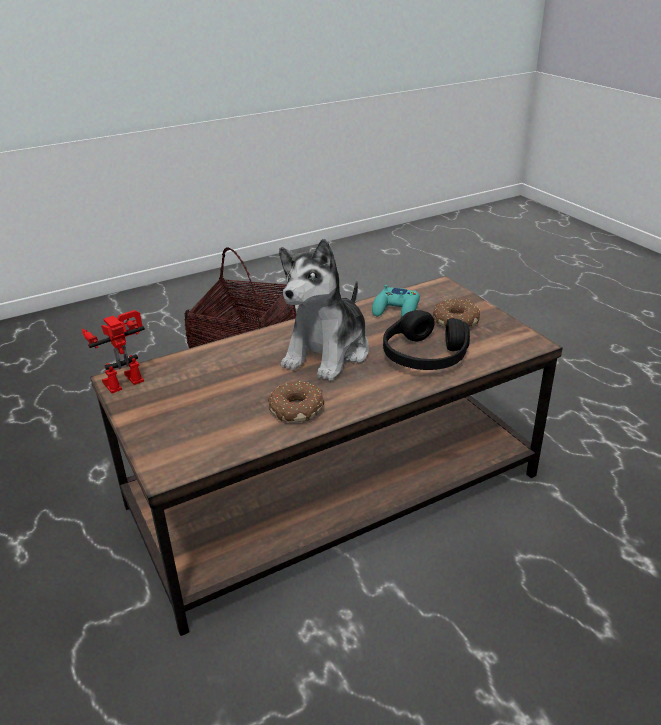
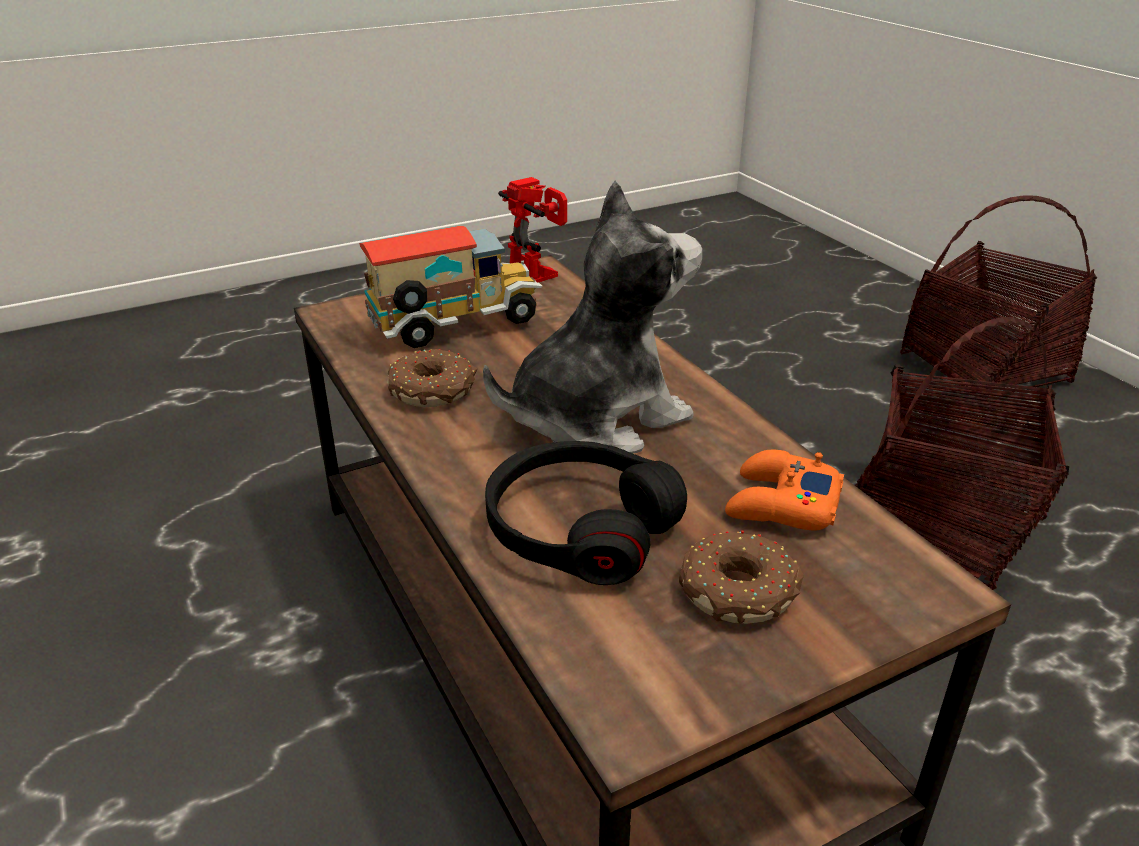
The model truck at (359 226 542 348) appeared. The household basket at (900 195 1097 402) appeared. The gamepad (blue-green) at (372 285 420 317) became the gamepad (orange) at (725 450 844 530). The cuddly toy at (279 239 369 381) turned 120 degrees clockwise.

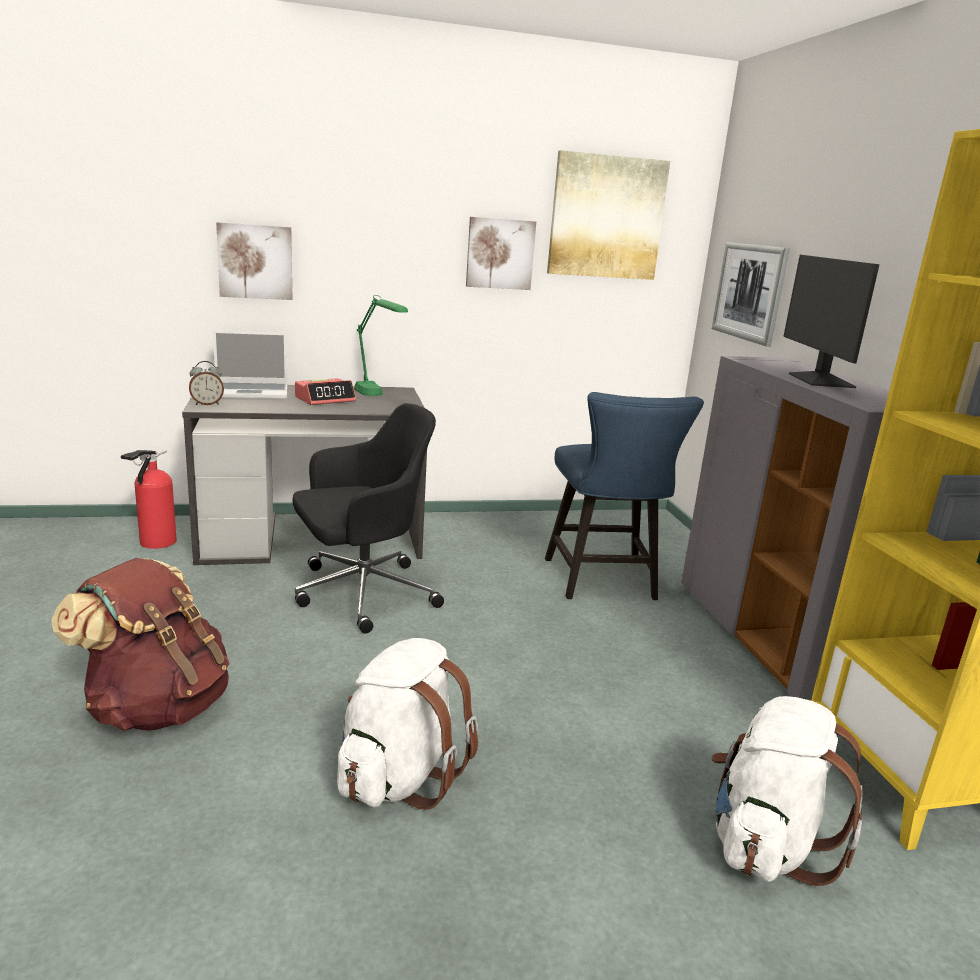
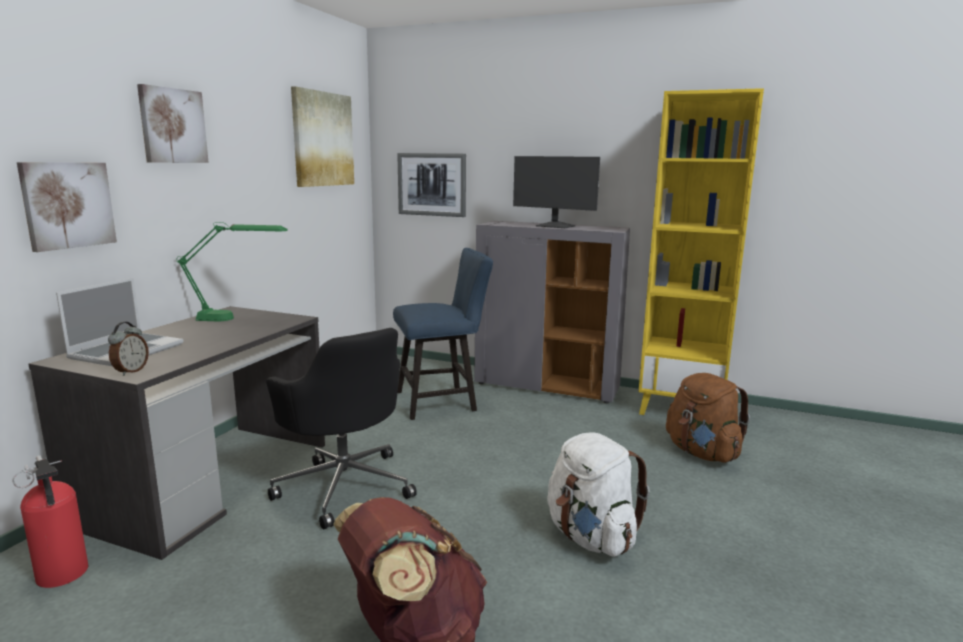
The bedside clock at (295 378 356 405) disappeared. The picture moved from (466 217 536 290) to (137 84 209 163). The knapsack (whitish) at (712 696 863 886) became the knapsack (brown) at (666 373 750 463). The office chair (black-coloured) at (292 403 444 633) turned 135 degrees clockwise. The plain chair (blue) at (545 392 704 600) turned 45 degrees counterclockwise.

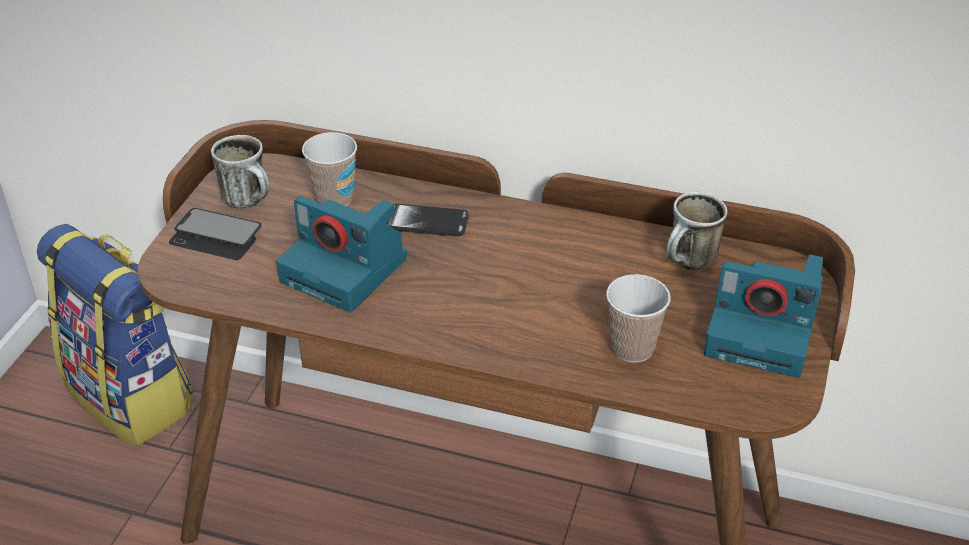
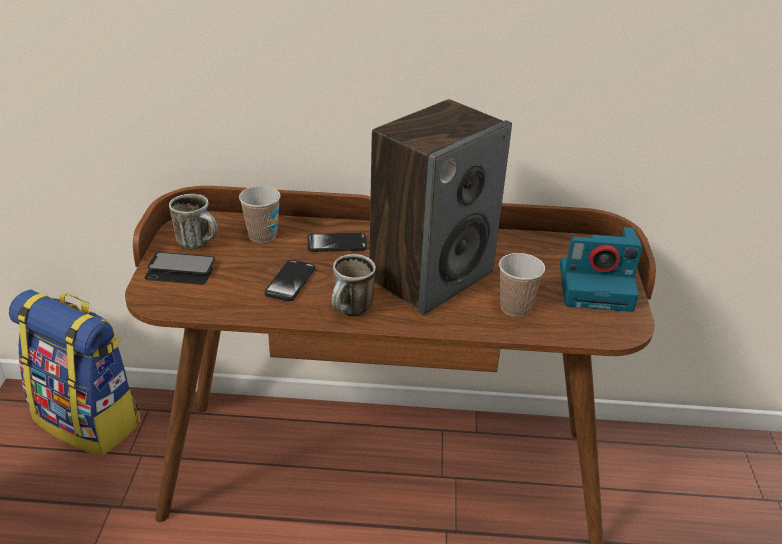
The speaker at (369 99 512 315) appeared. The mug moved from (667 192 727 270) to (332 254 376 316). The photo camera at (276 196 407 312) was replaced by the telephone at (265 260 315 301).

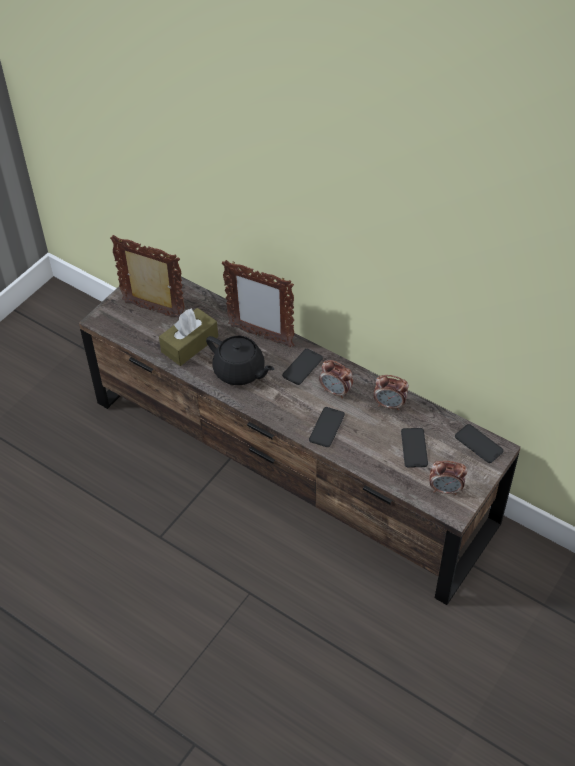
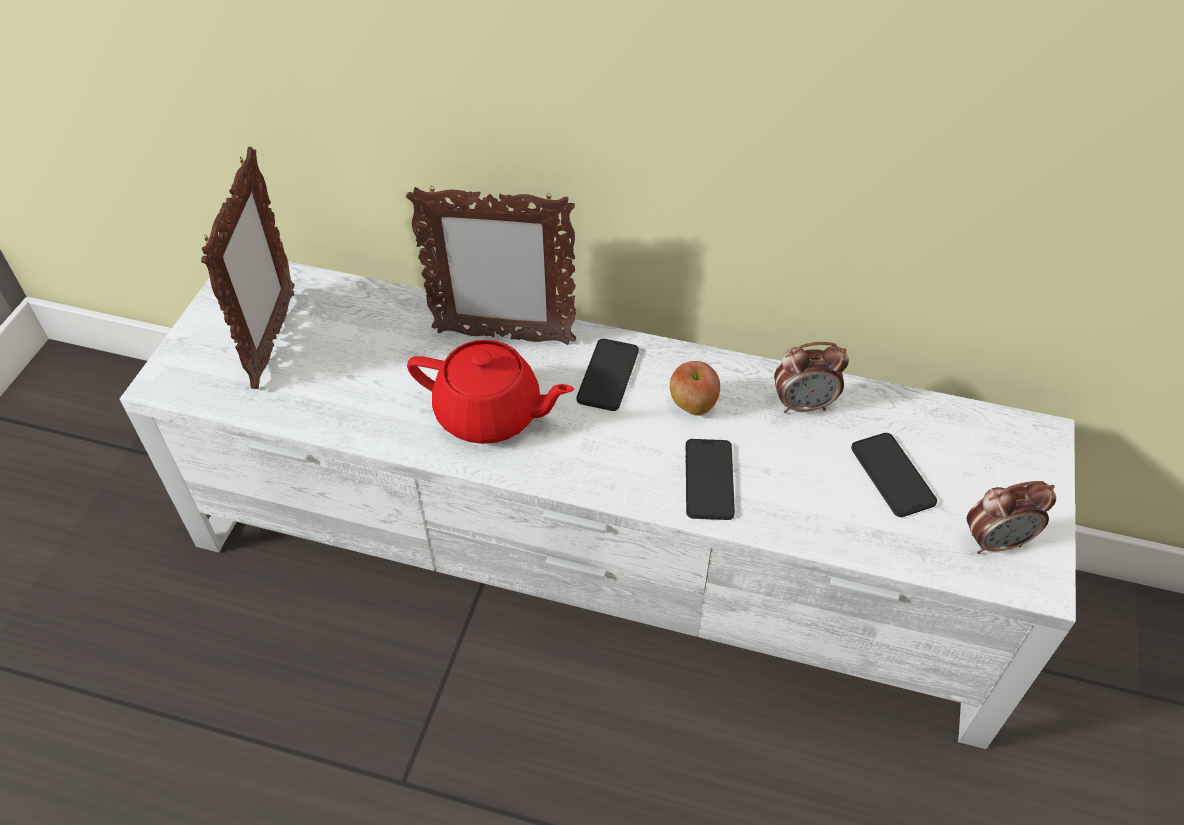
The box of tissues (brown) at (159 308 218 366) disappeared. The telephone at (455 424 504 463) disappeared. The bedside clock at (319 360 353 399) was replaced by the apple at (670 361 720 416). The tv unit (brown) at (79 275 521 605) became the tv unit (whitish) at (120 261 1076 749). The tea pot (black-coloured) at (206 336 274 385) became the tea pot (red) at (407 340 574 444). The standing frame at (110 235 185 318) turned 90 degrees clockwise.

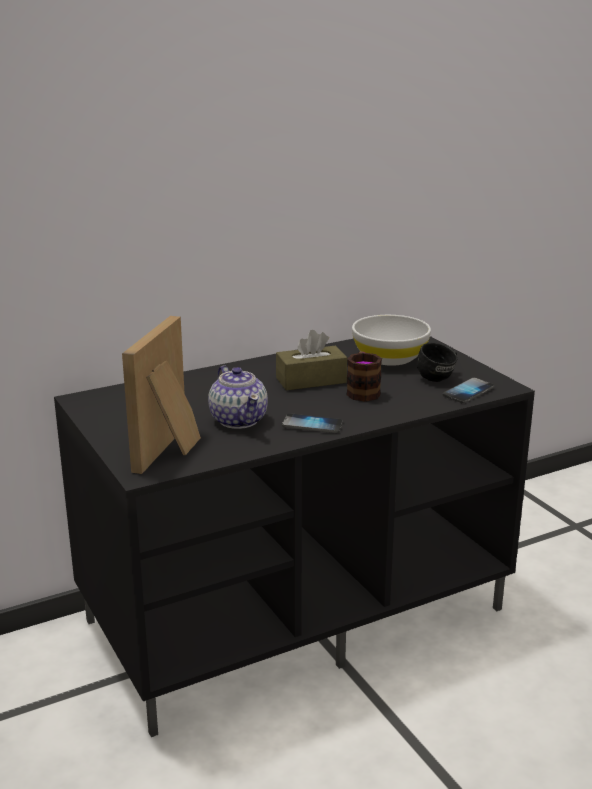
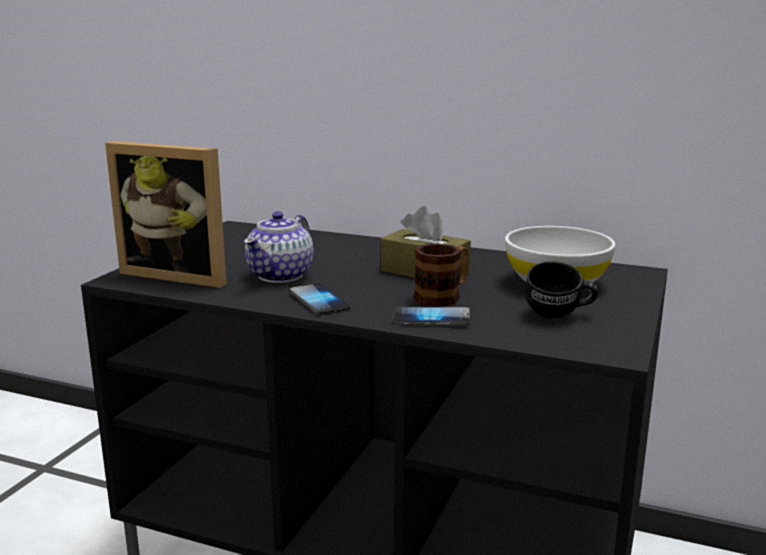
The telephone moved from (442 378 494 403) to (393 307 470 325). The standing frame at (122 316 201 474) turned 135 degrees counterclockwise.

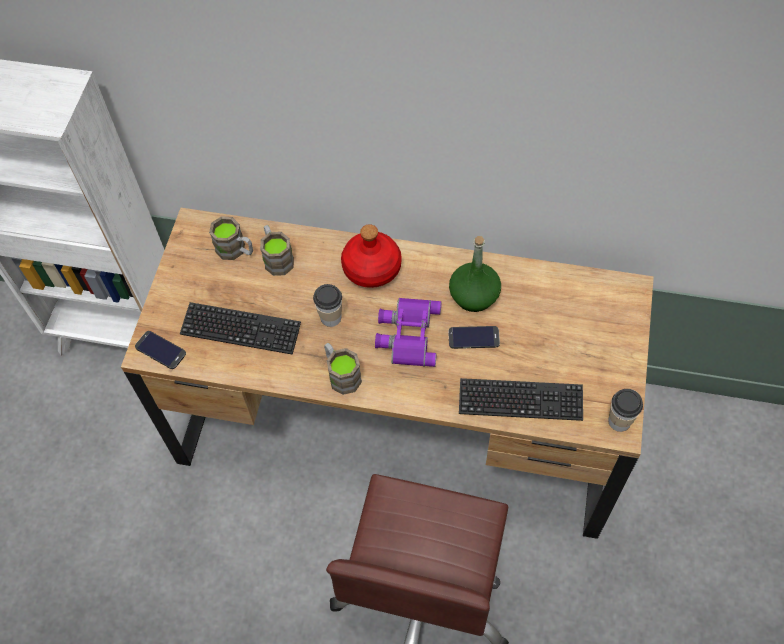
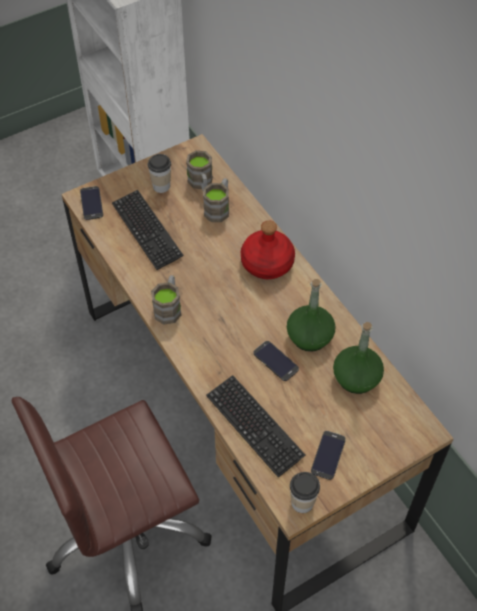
The binoculars (purple-coloured) at (375 298 441 367) disappeared. The telephone at (311 431 346 480) appeared. The bottle (green) at (333 322 384 394) appeared. The drinking cup moved from (313 284 342 327) to (148 154 171 193).

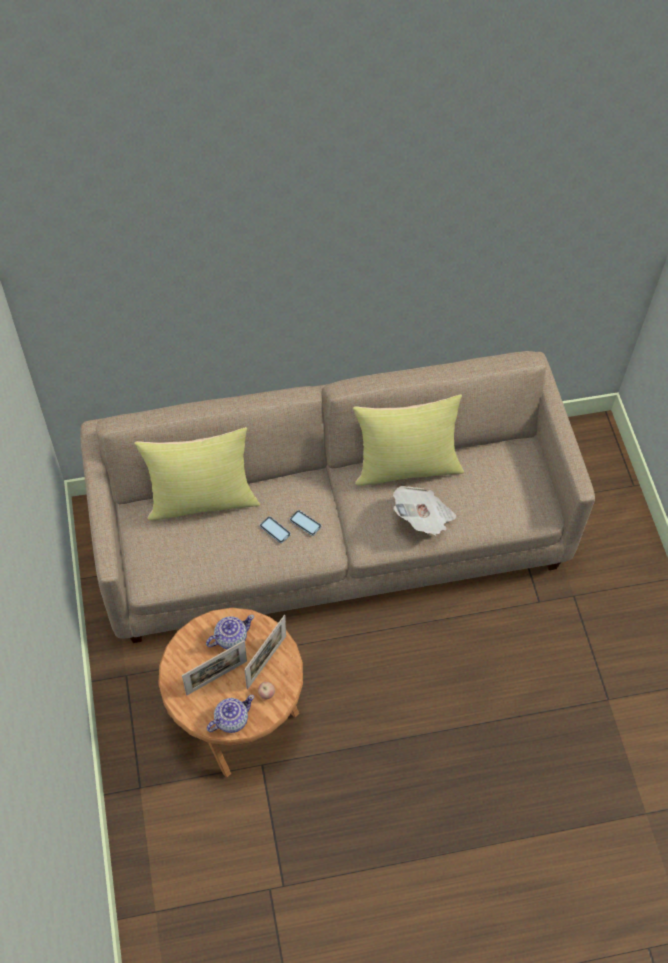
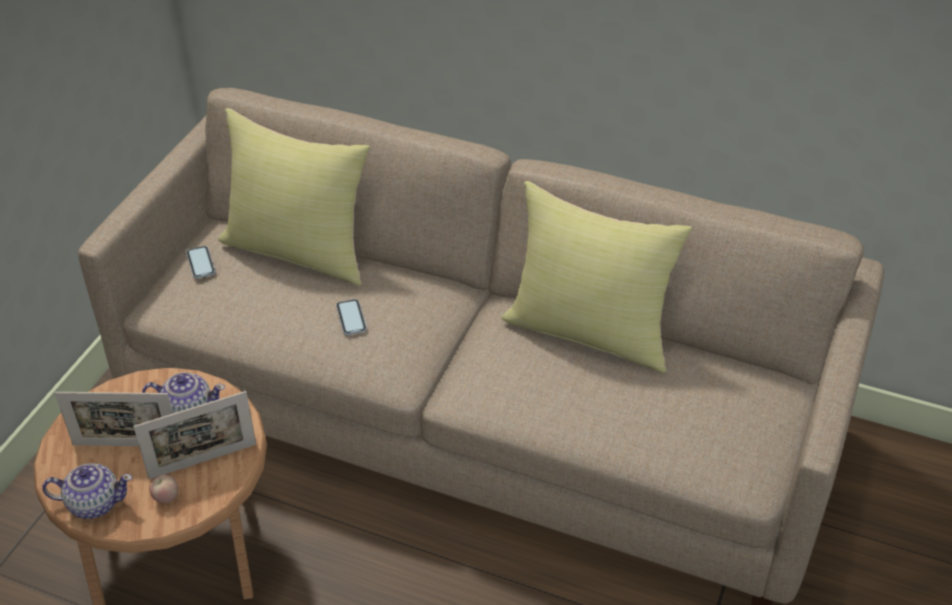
The newspaper at (393 486 456 535) disappeared. The telephone moved from (290 510 321 536) to (186 246 215 279).

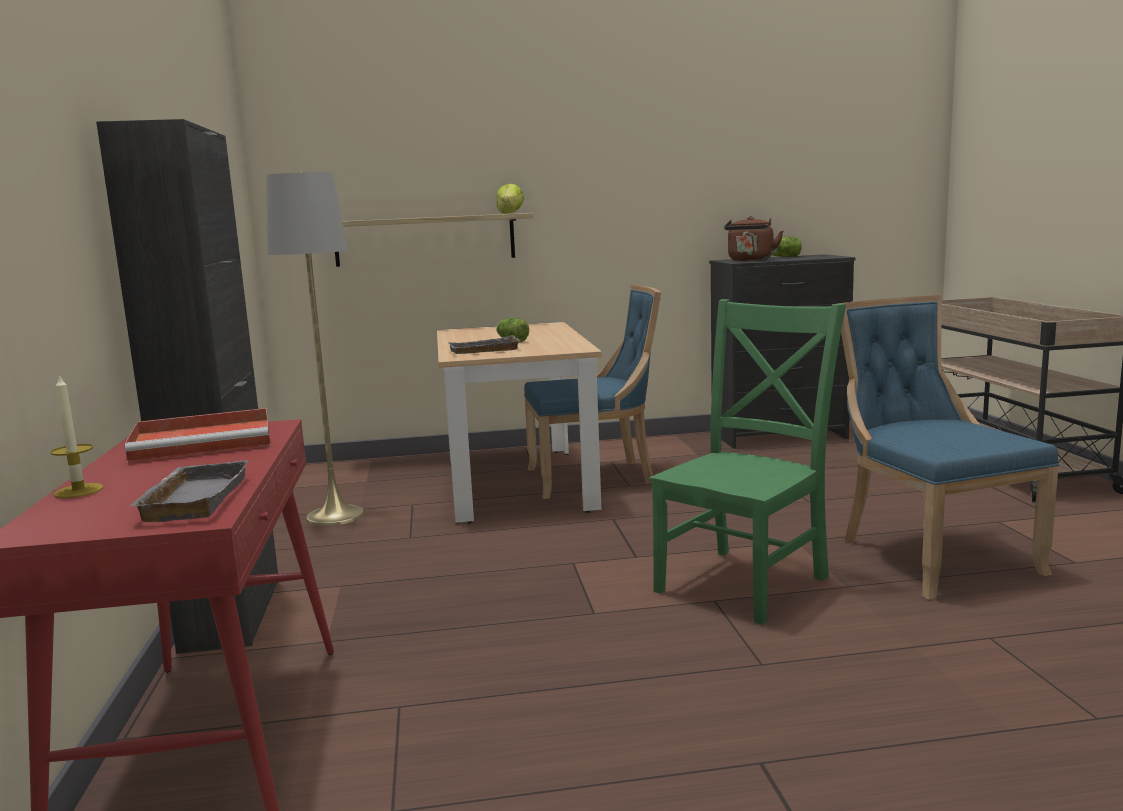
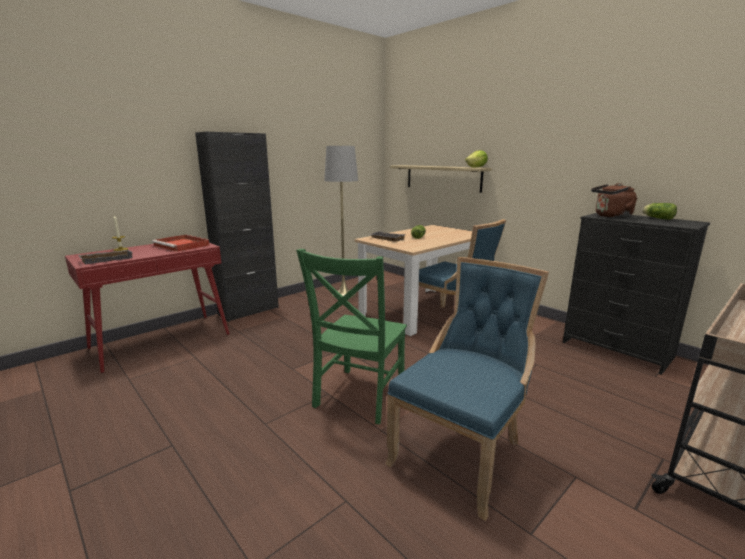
The plain chair (green) at (649 299 846 625) turned 105 degrees clockwise.

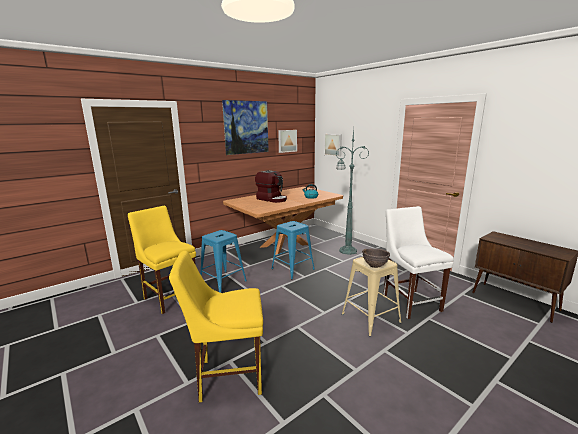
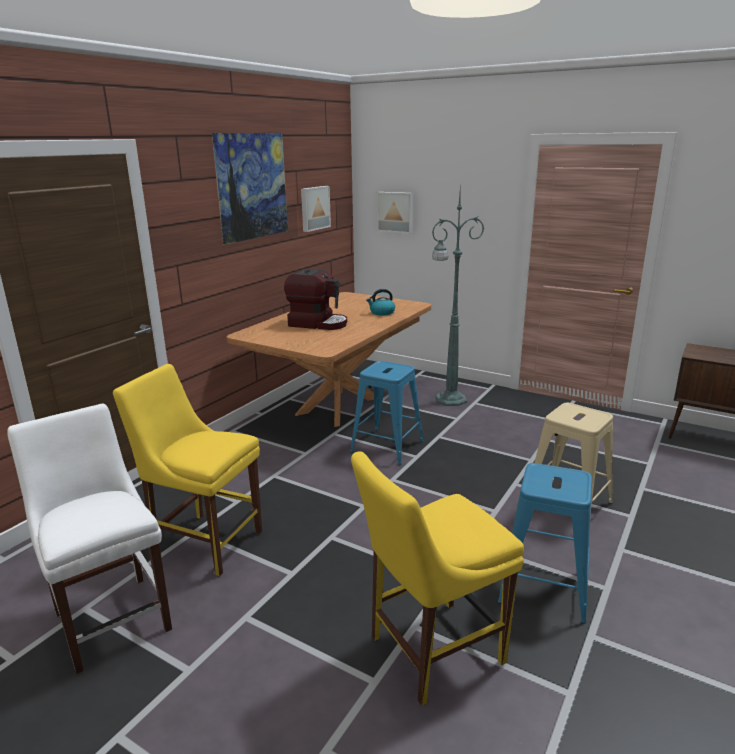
The deep dish (brown) at (362 248 390 268) disappeared. The sitting stool (blue) moved from (200 230 247 293) to (498 463 592 624). The plain chair (whitish) moved from (383 206 454 319) to (7 404 172 674).

